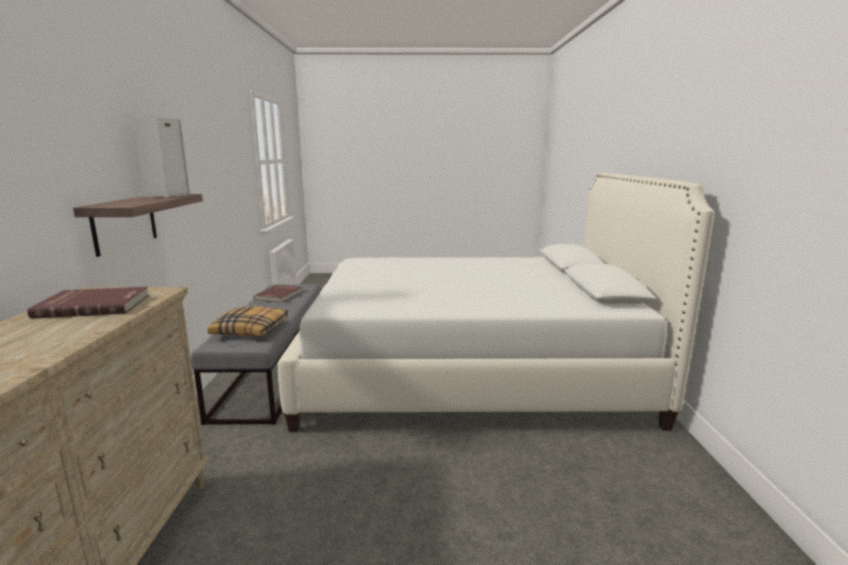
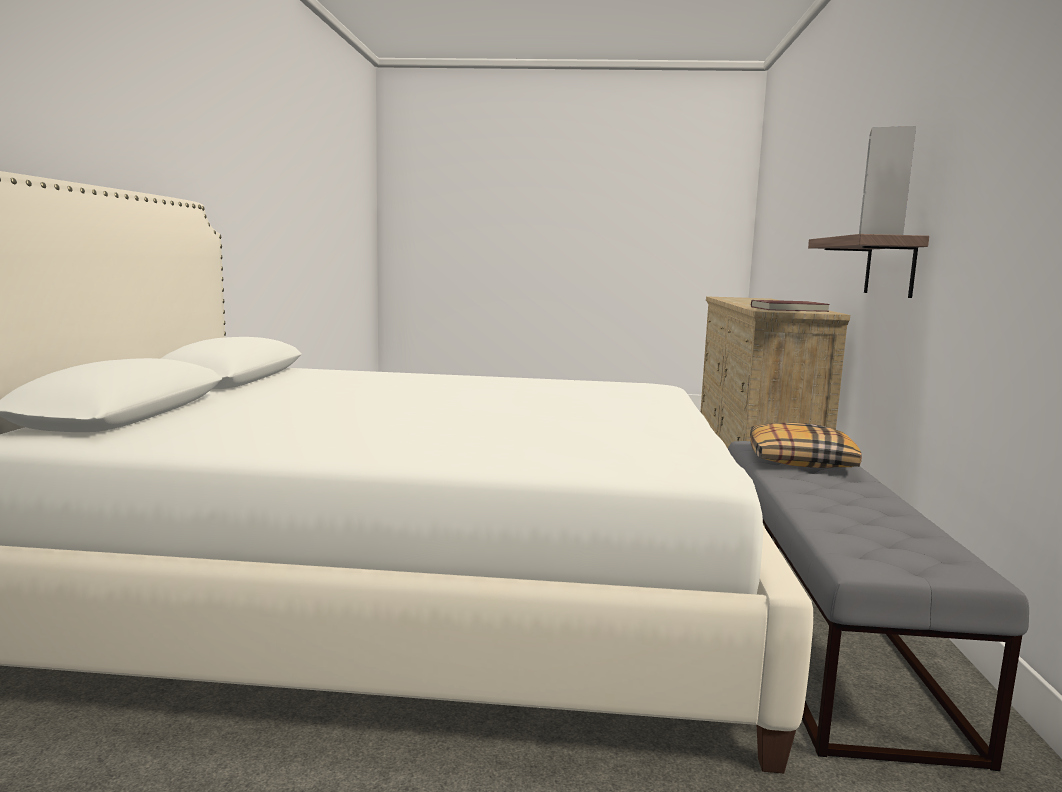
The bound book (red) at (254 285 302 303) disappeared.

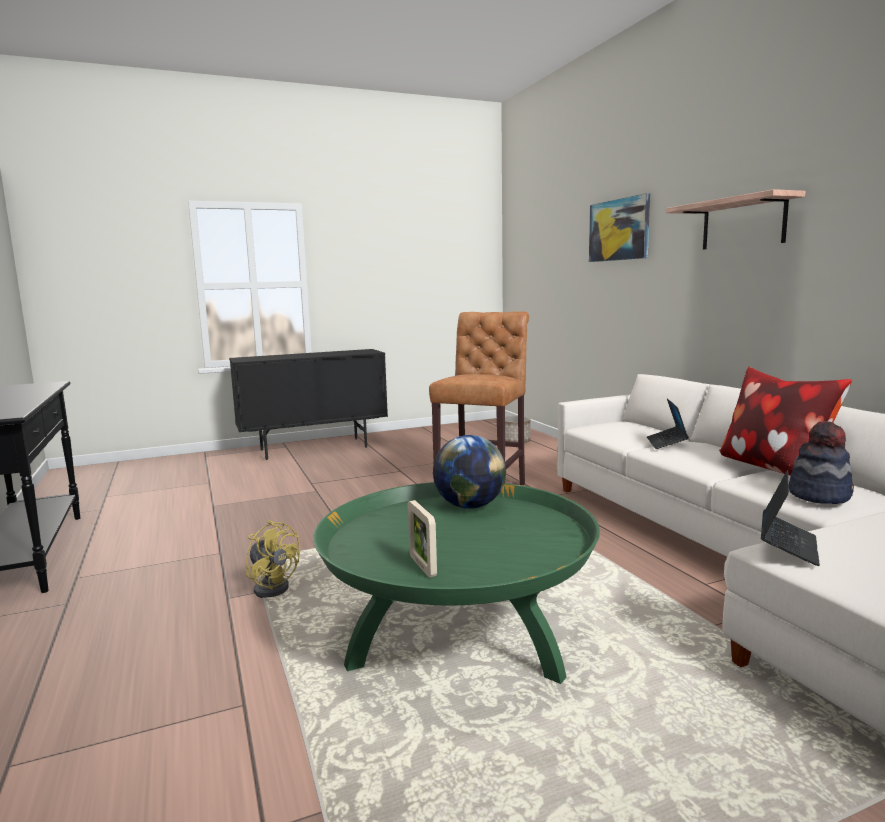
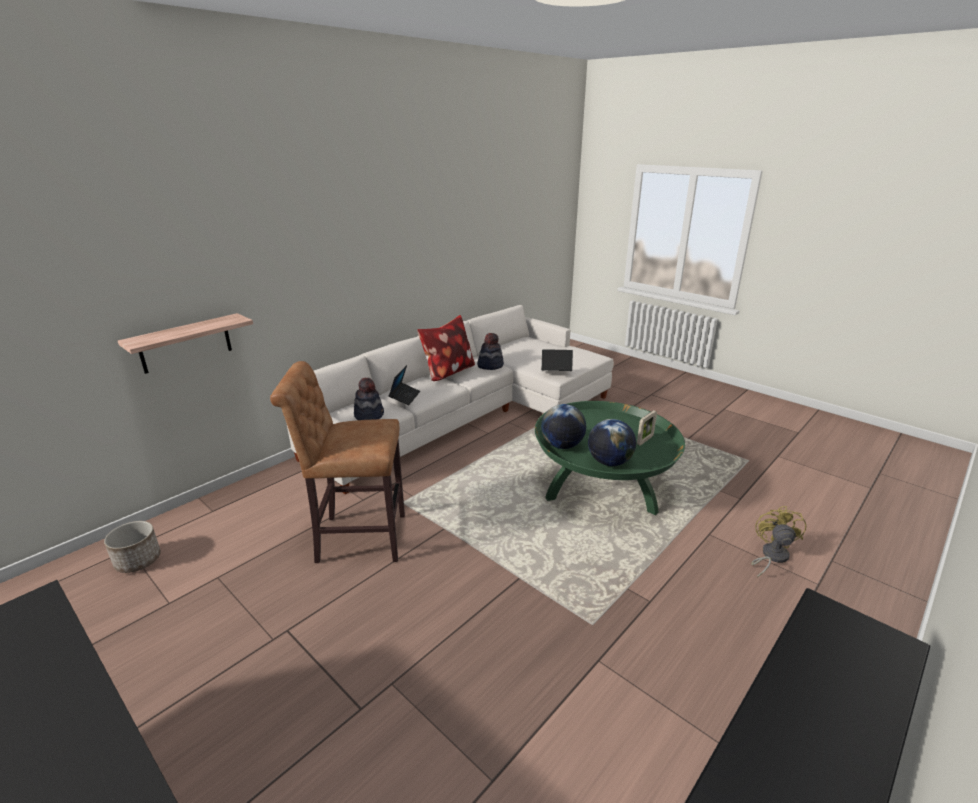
The picture at (589 193 650 262) disappeared. The hat at (354 378 384 420) appeared. The globe at (588 419 636 466) appeared. The cooling fan (yellowish) moved from (246 520 300 598) to (751 506 806 578). The wall shelf moved from (666 189 805 250) to (118 313 253 374). The portable computer at (647 398 689 449) turned 60 degrees counterclockwise.

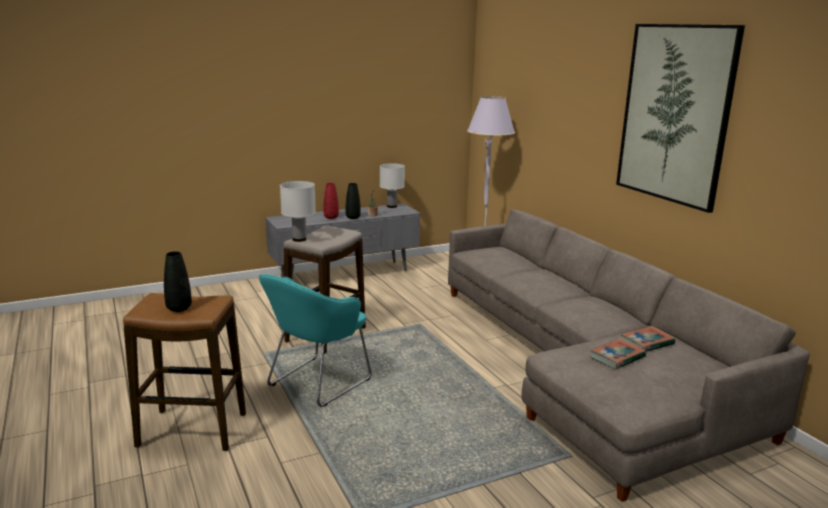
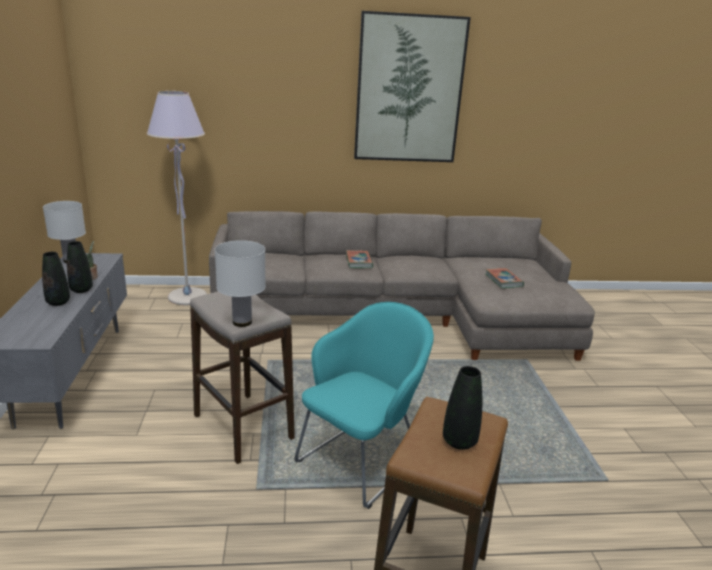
The bound book moved from (620 326 675 352) to (346 250 373 268). The vase (red) at (324 183 339 219) became the vase (black-coloured) at (42 252 70 306). The armchair (blue-green) at (259 274 372 407) turned 105 degrees counterclockwise.

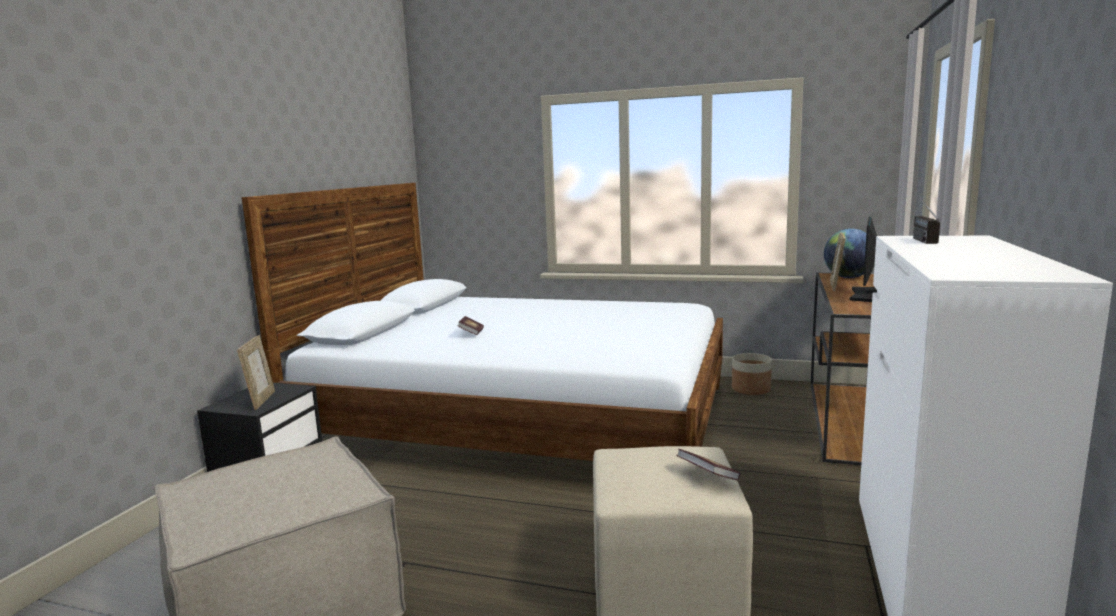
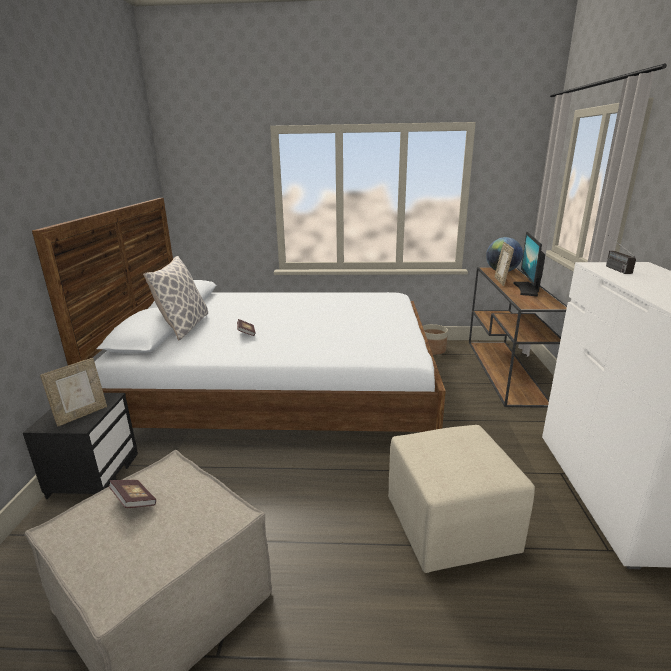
The pillow at (143 256 208 341) appeared. The bound book moved from (677 449 740 480) to (108 480 156 508). The standing frame at (237 335 275 410) turned 60 degrees clockwise.

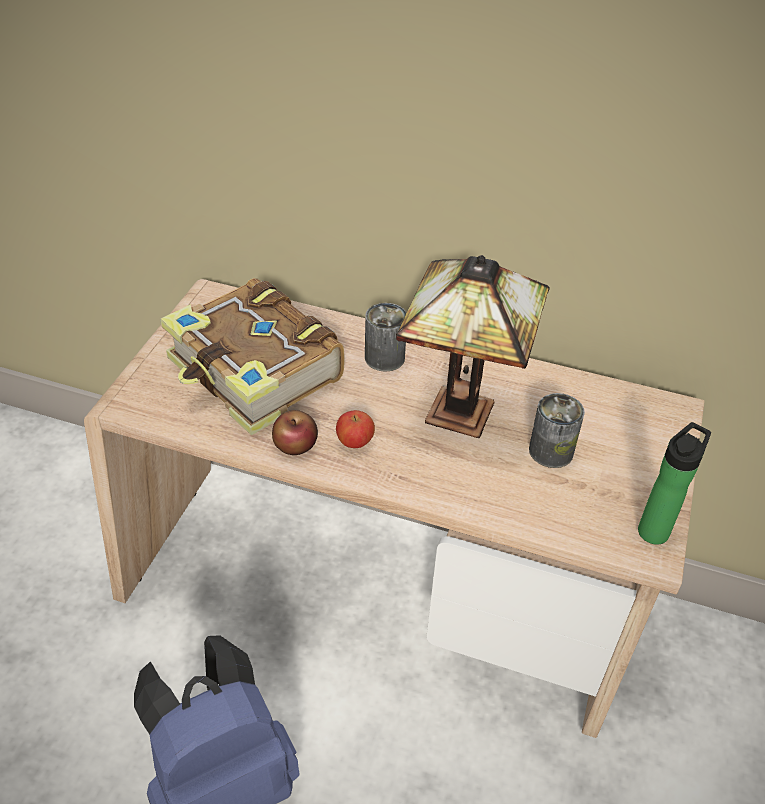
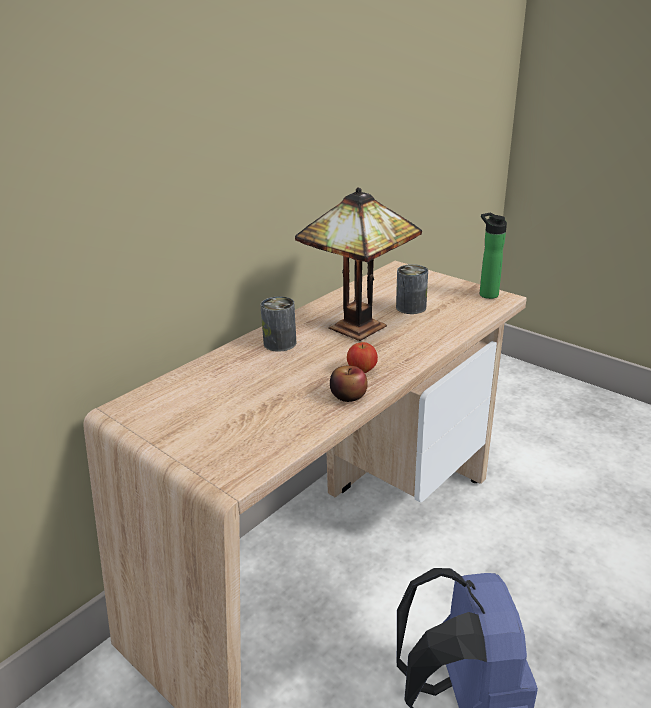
The bound book at (160 278 344 435) disappeared.

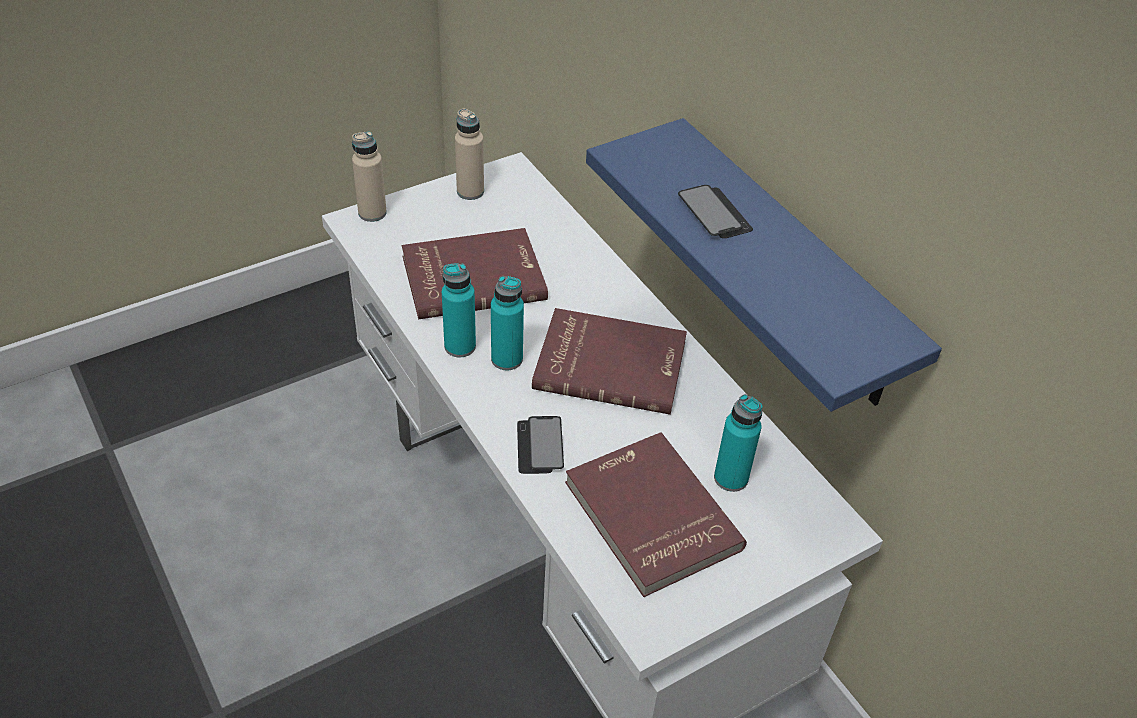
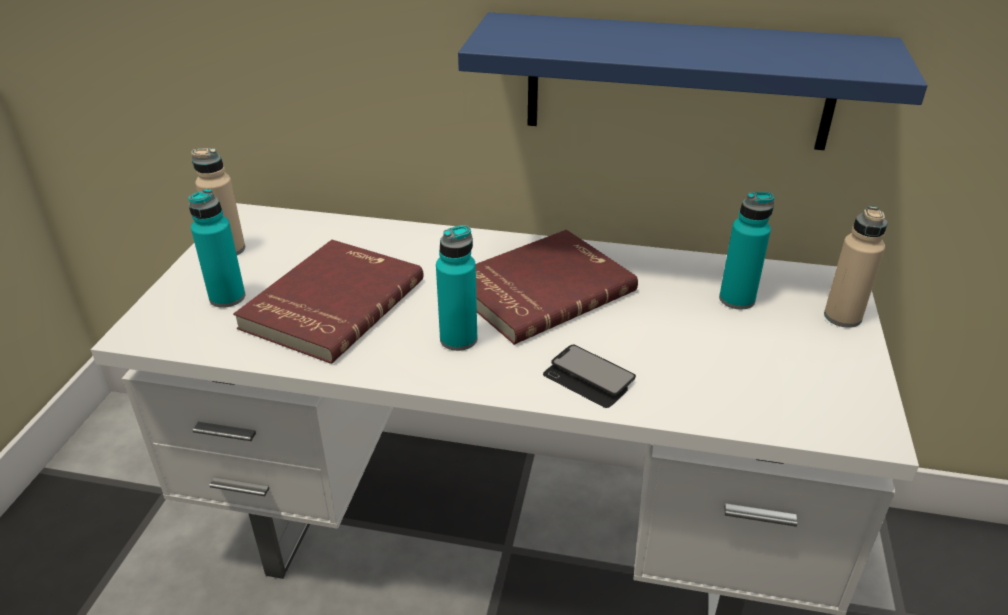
The bound book (red) at (565 432 747 597) disappeared. The telephone at (678 185 753 238) disappeared. The bottle (sand-coloured) moved from (352 131 387 222) to (824 206 888 328). The bottle (blue-green) moved from (442 263 476 357) to (188 189 245 308).

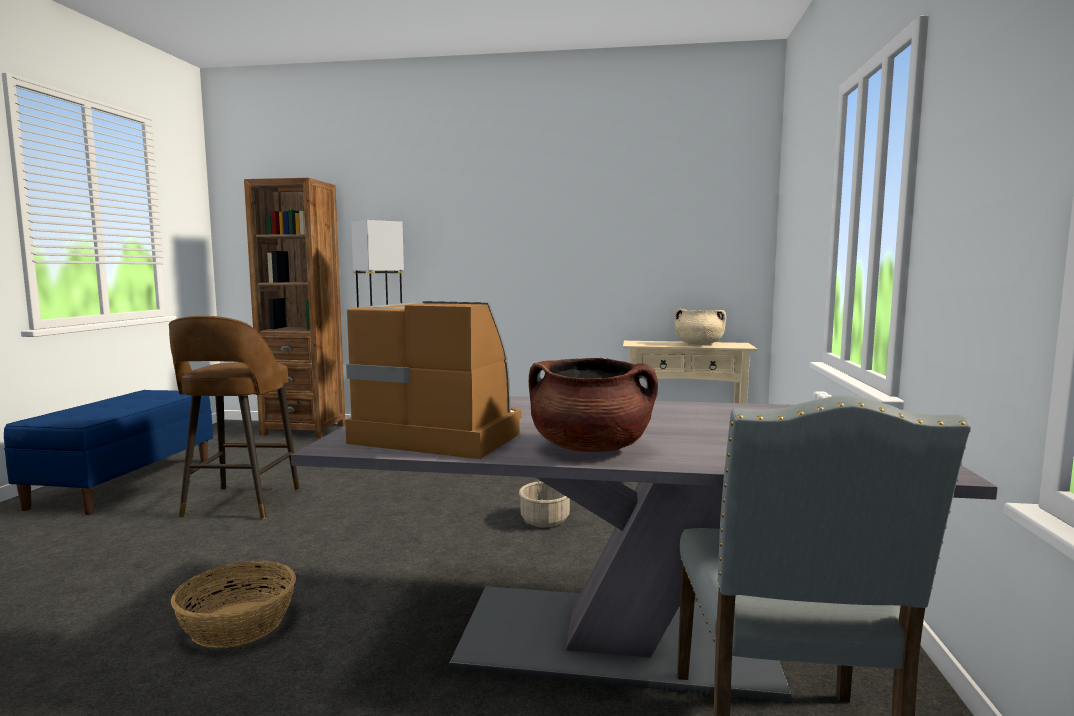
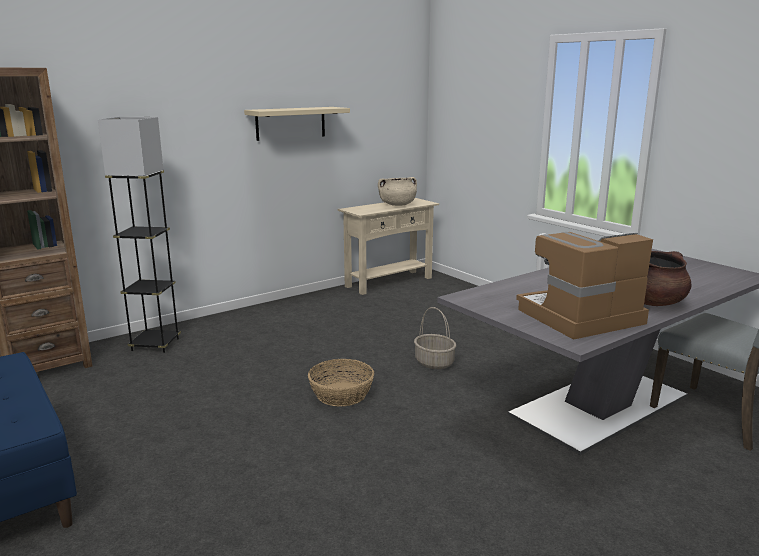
The sitting stool (brown) at (169 316 299 519) disappeared. The wall shelf (sand-coloured) at (244 107 350 141) appeared. The household basket moved from (171 561 296 648) to (308 359 374 407).

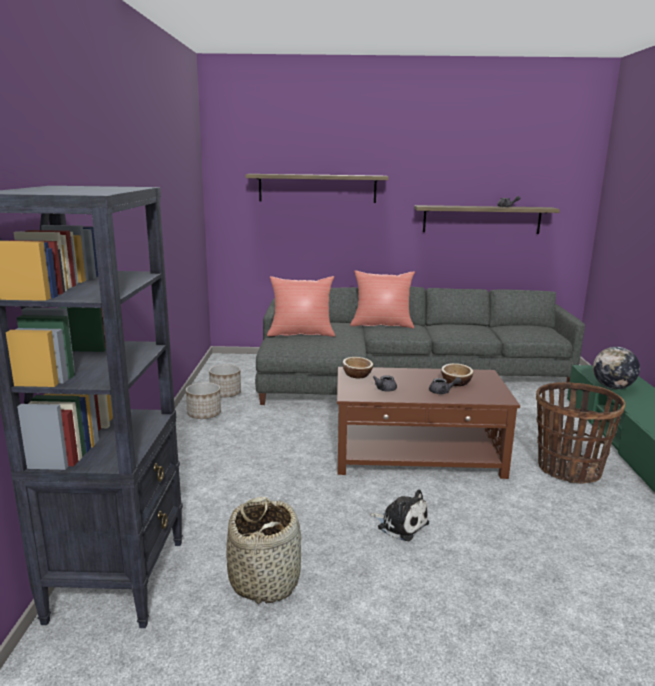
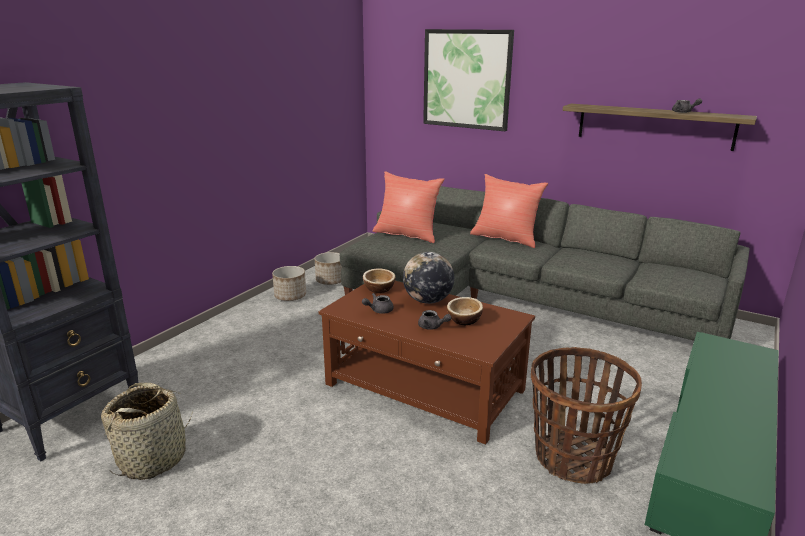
The cuddly toy at (370 490 429 541) disappeared. The globe moved from (593 347 640 389) to (403 252 454 304). The wall shelf at (245 174 389 203) was replaced by the picture at (423 29 514 131).

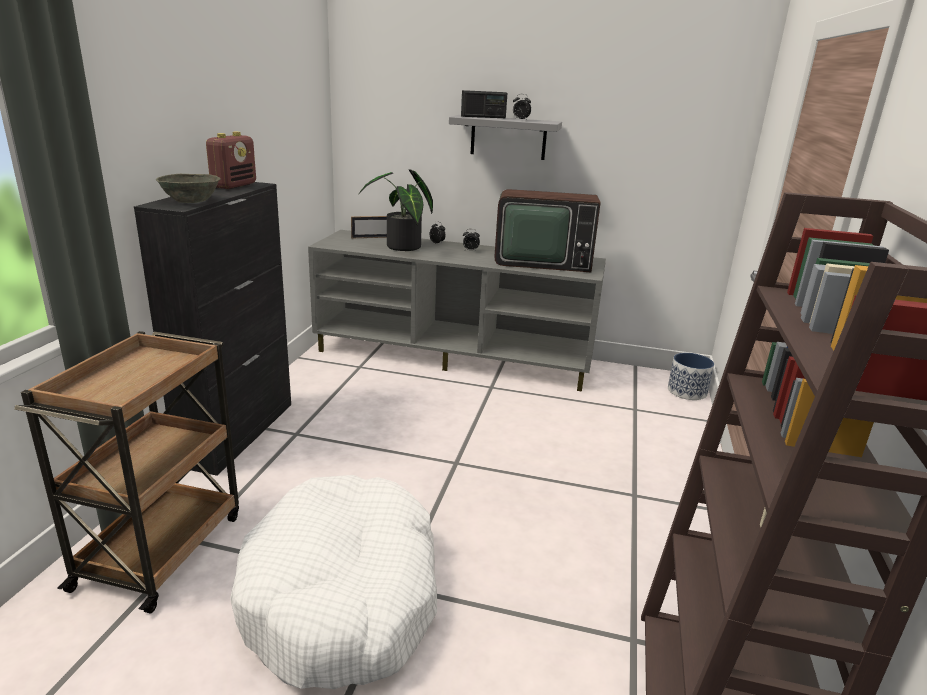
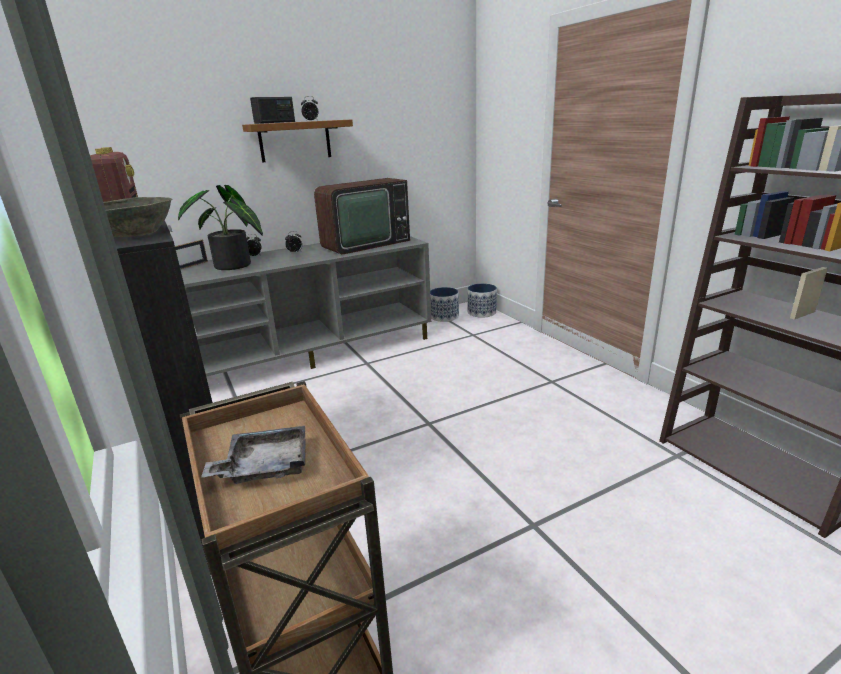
The dog cushion (whitish) at (230 475 437 689) disappeared. The tray (grey) at (201 426 306 484) appeared. The flower pot at (430 287 459 322) appeared. The wall shelf (grey) at (449 115 562 160) became the wall shelf (brown) at (242 120 353 162).

